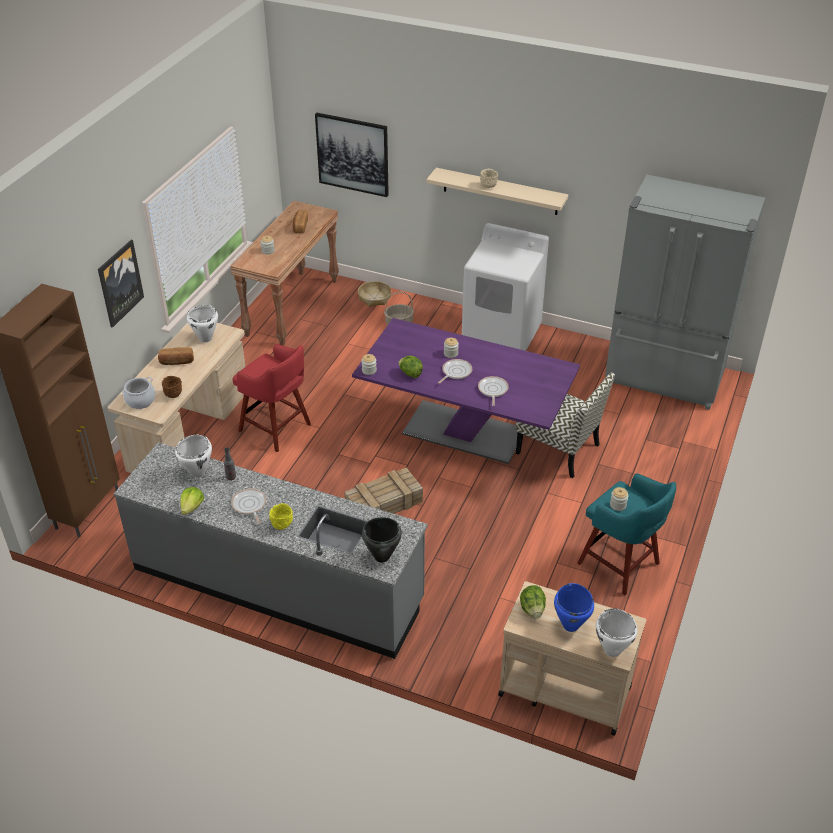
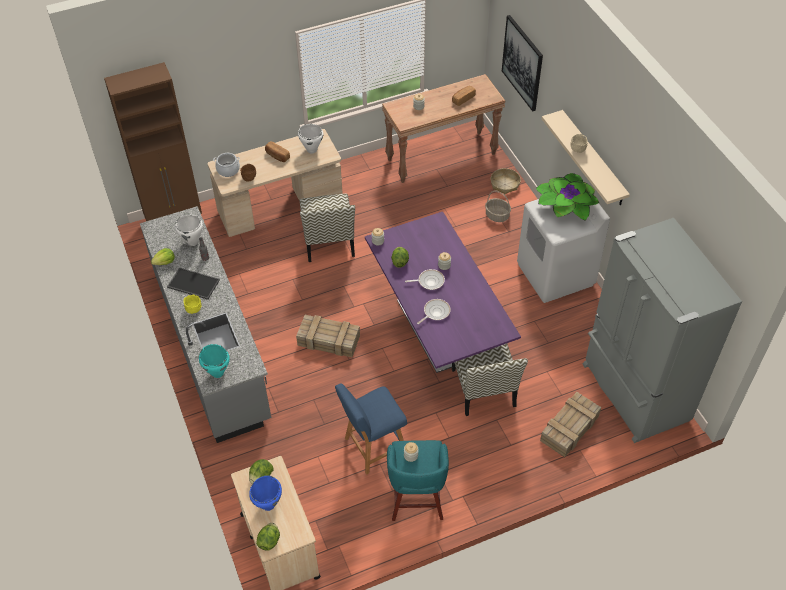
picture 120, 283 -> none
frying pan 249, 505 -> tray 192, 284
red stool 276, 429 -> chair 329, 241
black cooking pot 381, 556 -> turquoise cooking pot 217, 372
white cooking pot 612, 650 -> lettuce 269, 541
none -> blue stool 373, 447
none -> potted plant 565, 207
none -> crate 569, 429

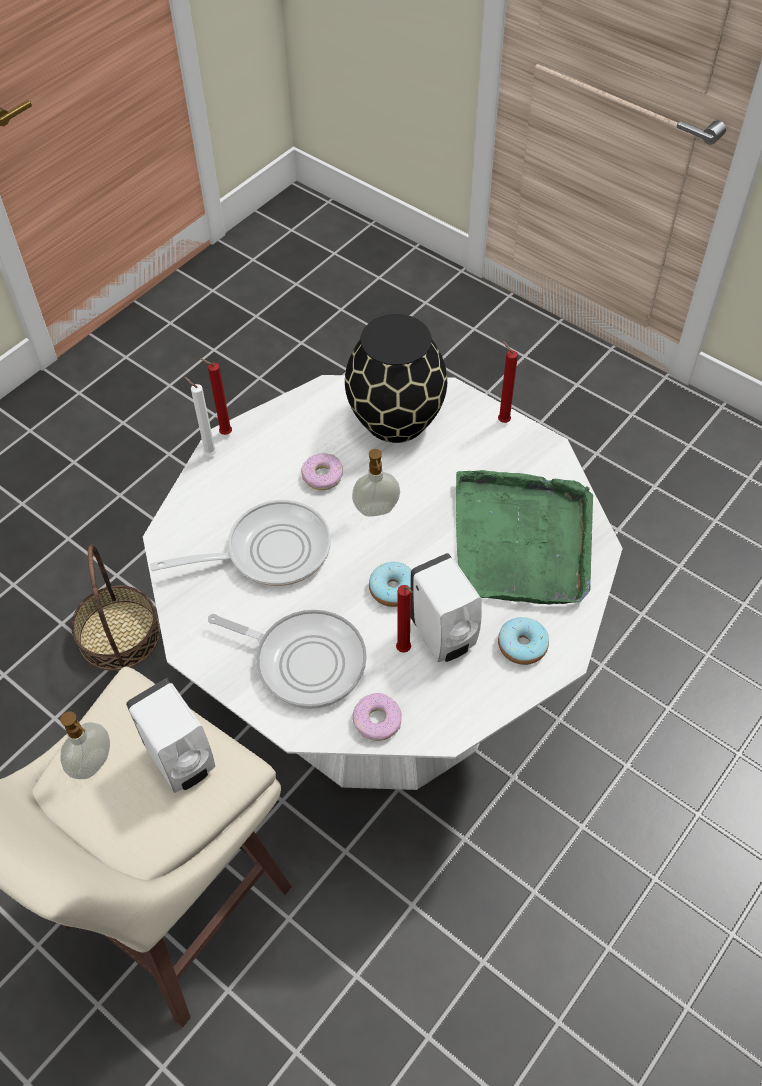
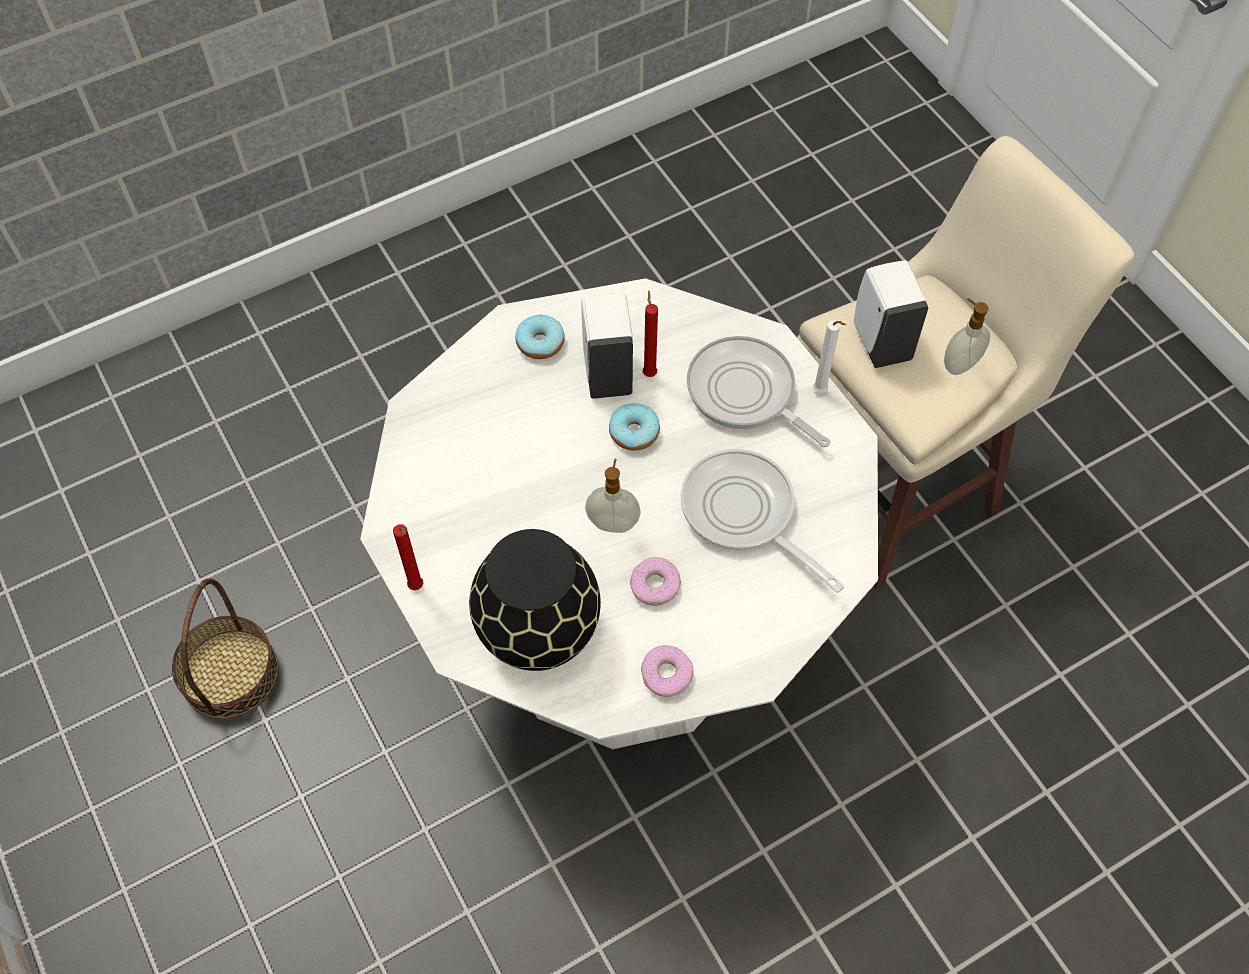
basket 119, 635 -> basket 230, 673, relocated
frying pan 269, 551 -> frying pan 744, 514, 45 degrees clockwise
white candle 208, 453 -> white candle 821, 392, relocated
red candle 224, 433 -> none
donut 377, 721 -> donut 667, 674, relocated
green tray 522, 541 -> none

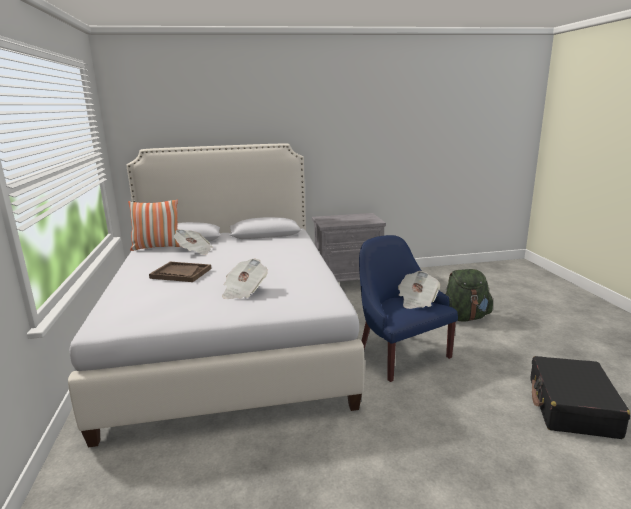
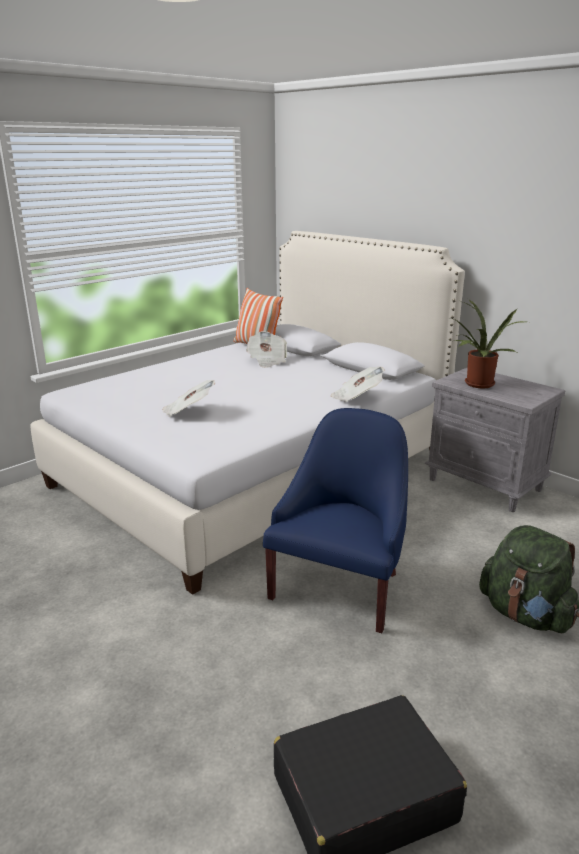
brown tray 181, 273 -> none
newspaper 417, 301 -> newspaper 356, 397, relocated
none -> potted plant 477, 385

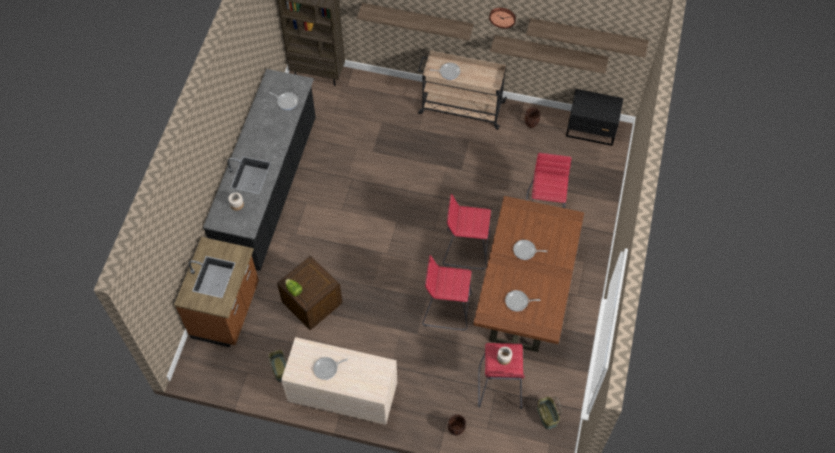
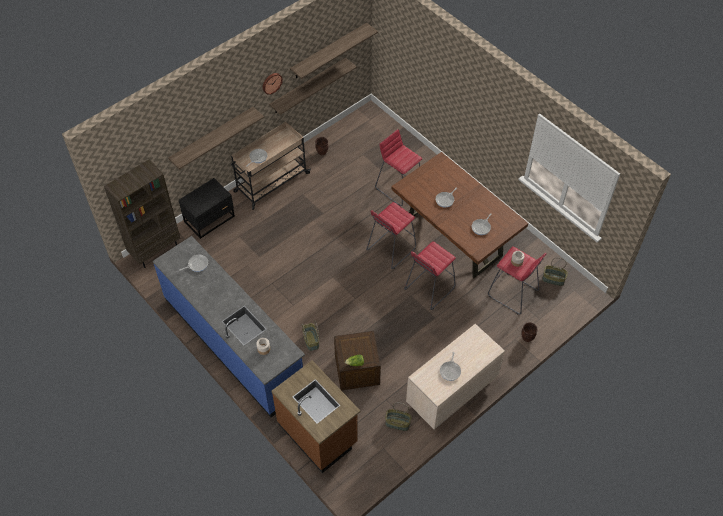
black counter 270, 191 -> blue counter 234, 343
black nightstand 592, 130 -> black nightstand 210, 219, relocated
none -> basket 310, 340

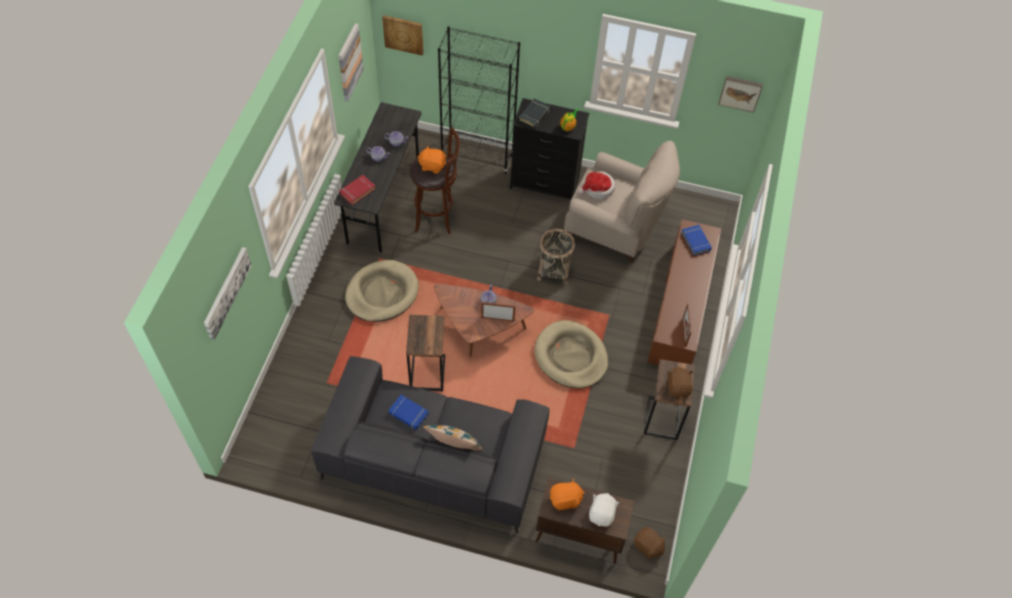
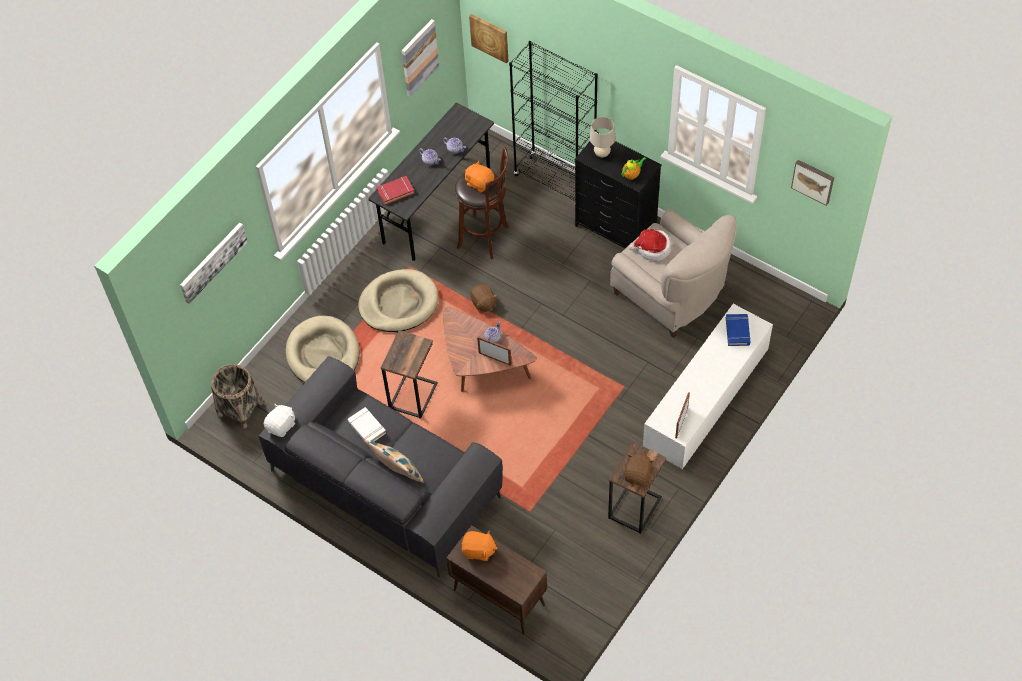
blue book 408, 413 -> white book 366, 428
black book 534, 115 -> beige table lamp 602, 154
beige dog bed 571, 357 -> beige dog bed 323, 354, relocated
basket 554, 270 -> basket 240, 409, relocated
white plush toy 602, 514 -> white plush toy 281, 426, relocated
brown plush toy 648, 546 -> brown plush toy 483, 304, relocated
brown tv stand 681, 307 -> white tv stand 706, 399

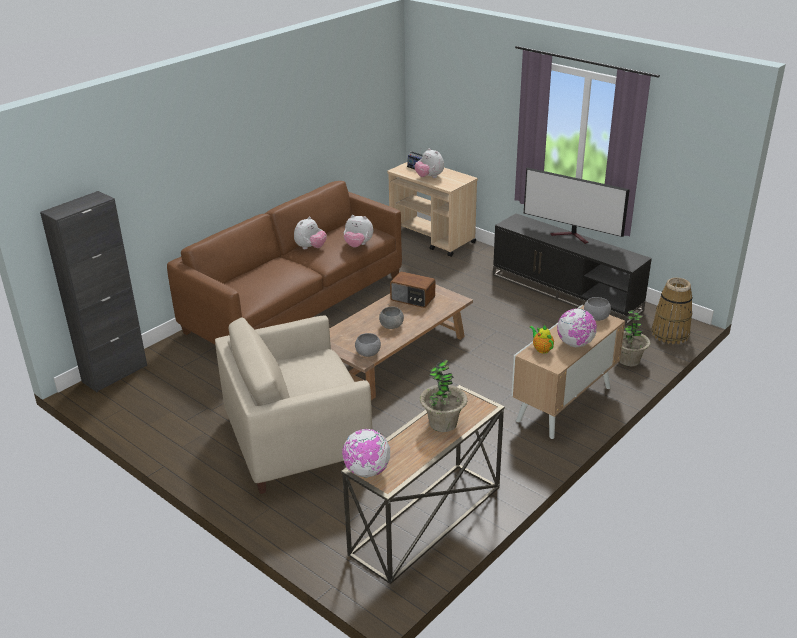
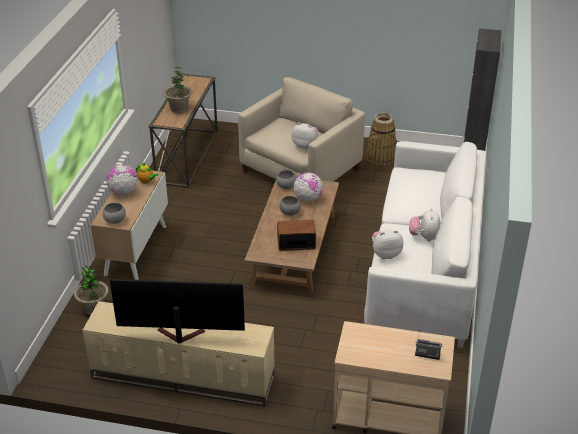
brown sofa 296, 304 -> white sofa 424, 268
globe 367, 471 -> globe 307, 199, relocated
plush toy 429, 177 -> plush toy 305, 145, relocated
black tv stand 567, 292 -> beige tv stand 181, 377
basket 670, 334 -> basket 381, 157, relocated

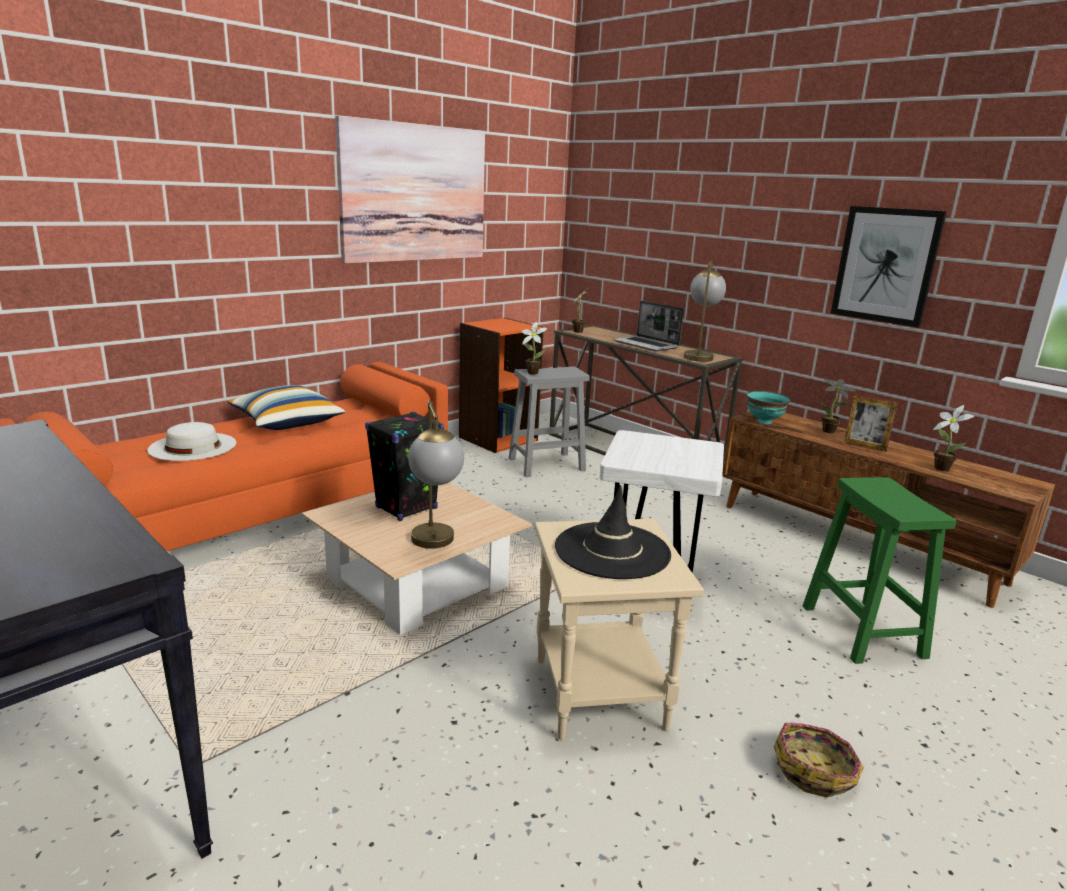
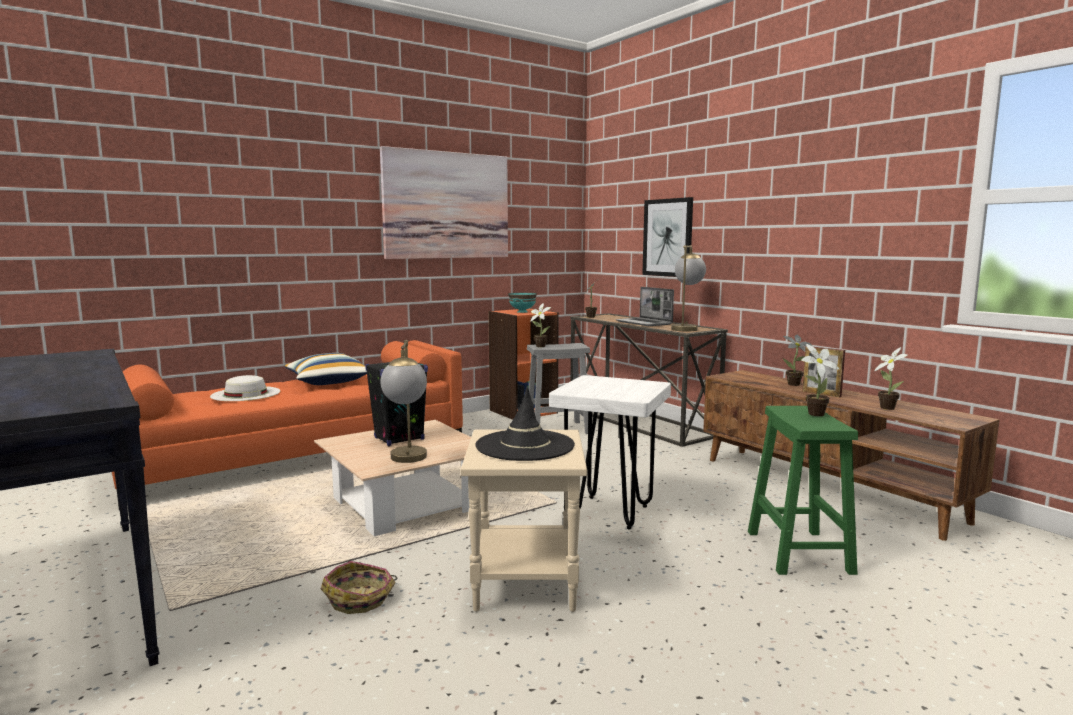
turquoise bowl 763, 421 -> turquoise bowl 522, 312, relocated
basket 815, 770 -> basket 361, 599, relocated
picture 886, 265 -> picture 668, 237, relocated
none -> potted plant 813, 414

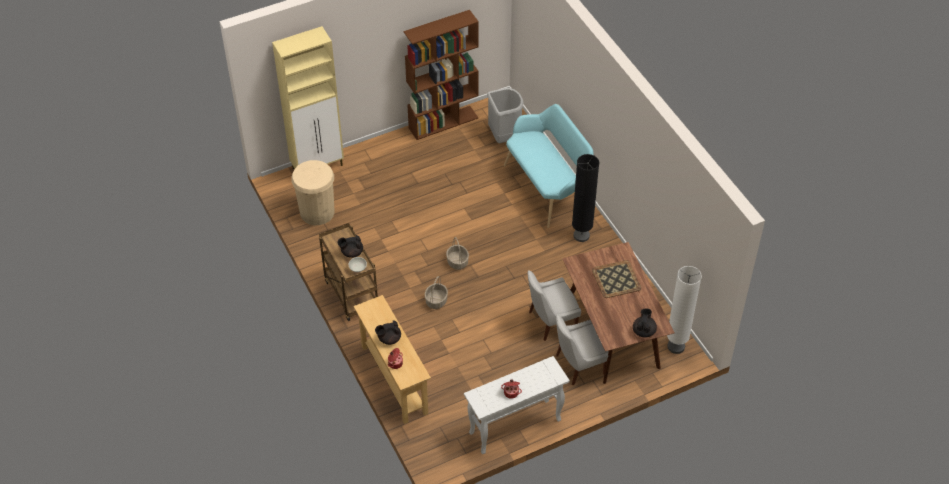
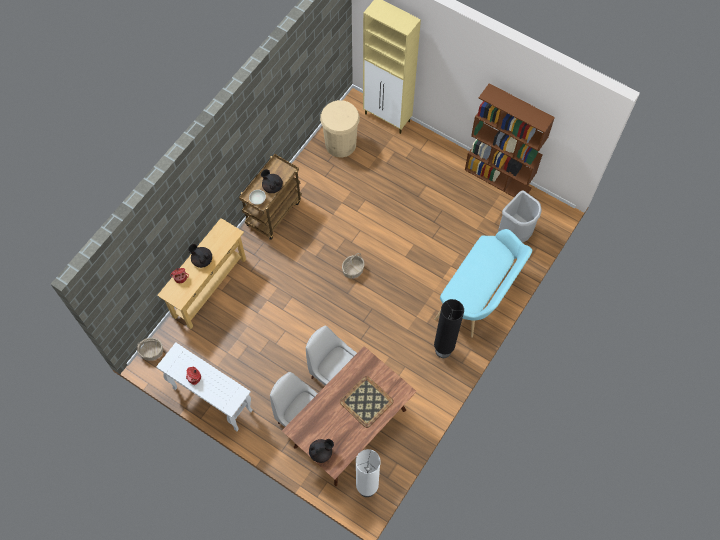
basket 436, 301 -> basket 152, 351, relocated

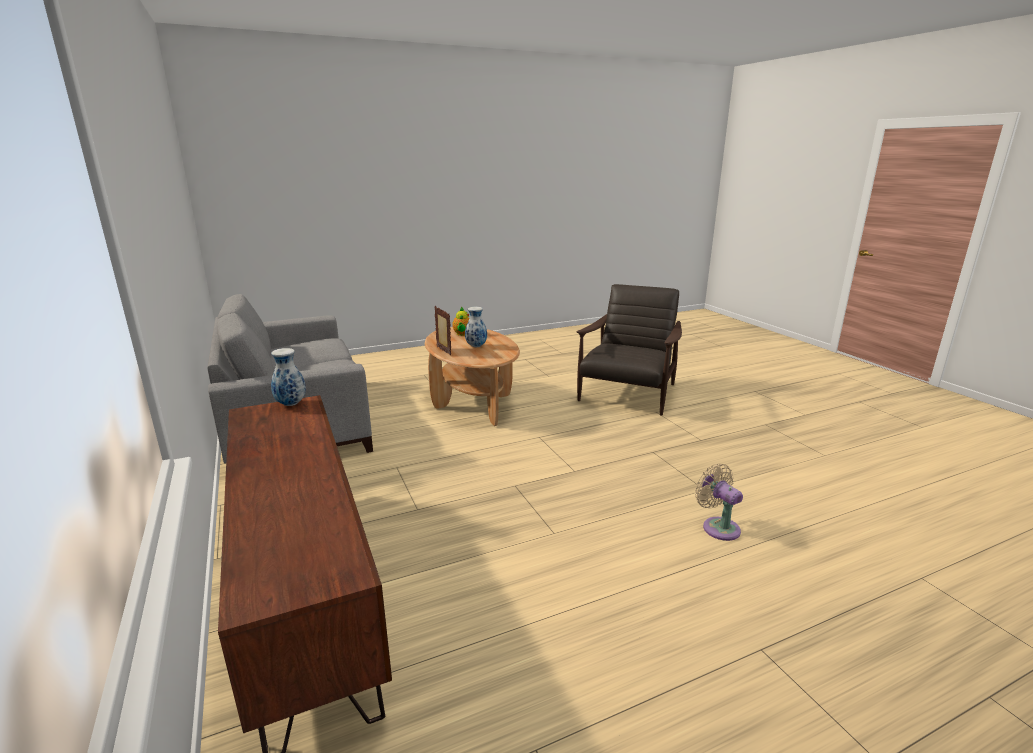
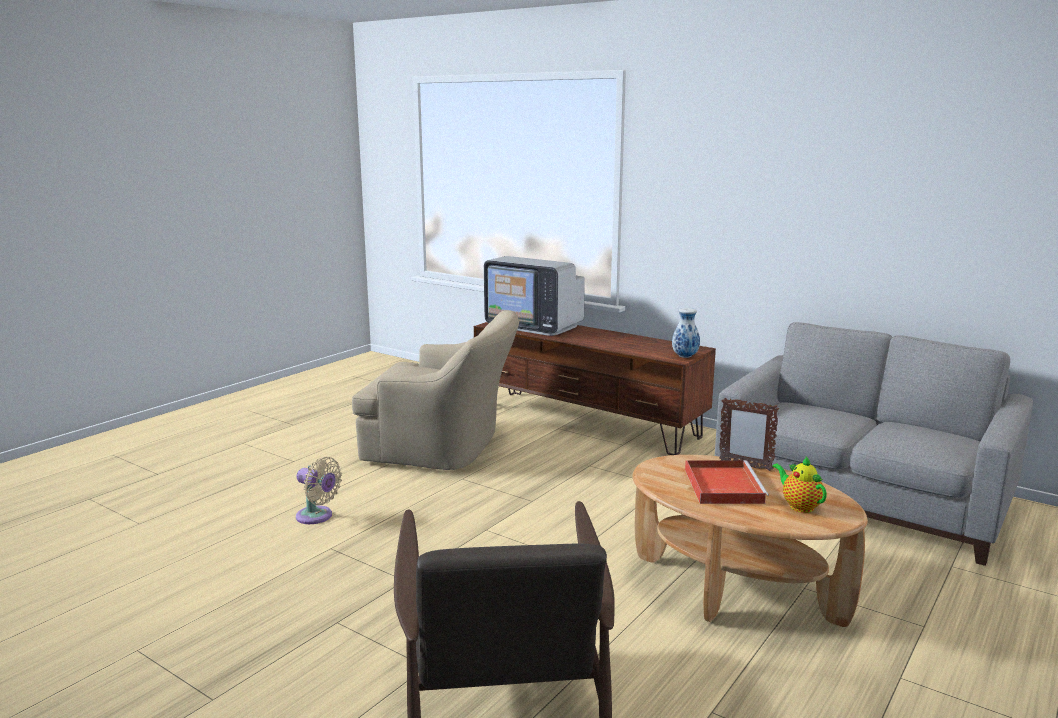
vase 476, 346 -> red tray 722, 485
none -> beige armchair 444, 447
none -> television 534, 326

